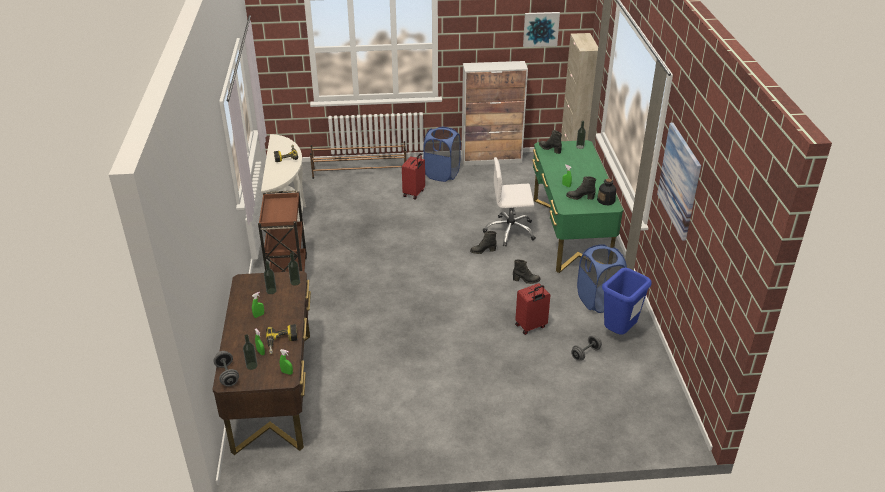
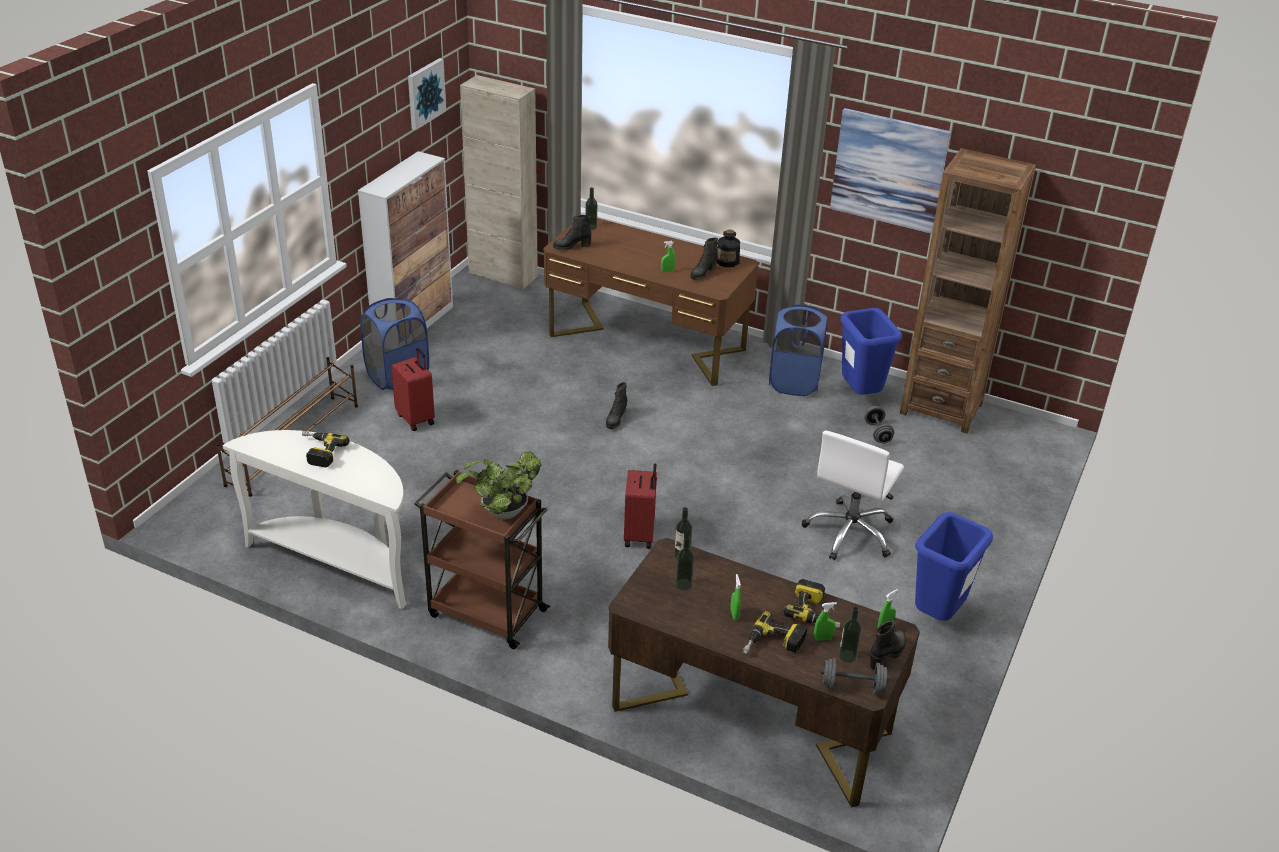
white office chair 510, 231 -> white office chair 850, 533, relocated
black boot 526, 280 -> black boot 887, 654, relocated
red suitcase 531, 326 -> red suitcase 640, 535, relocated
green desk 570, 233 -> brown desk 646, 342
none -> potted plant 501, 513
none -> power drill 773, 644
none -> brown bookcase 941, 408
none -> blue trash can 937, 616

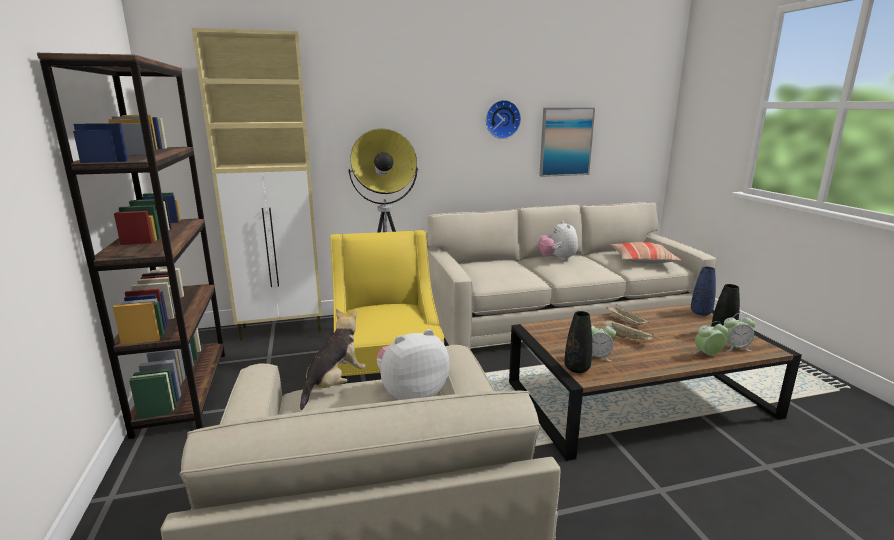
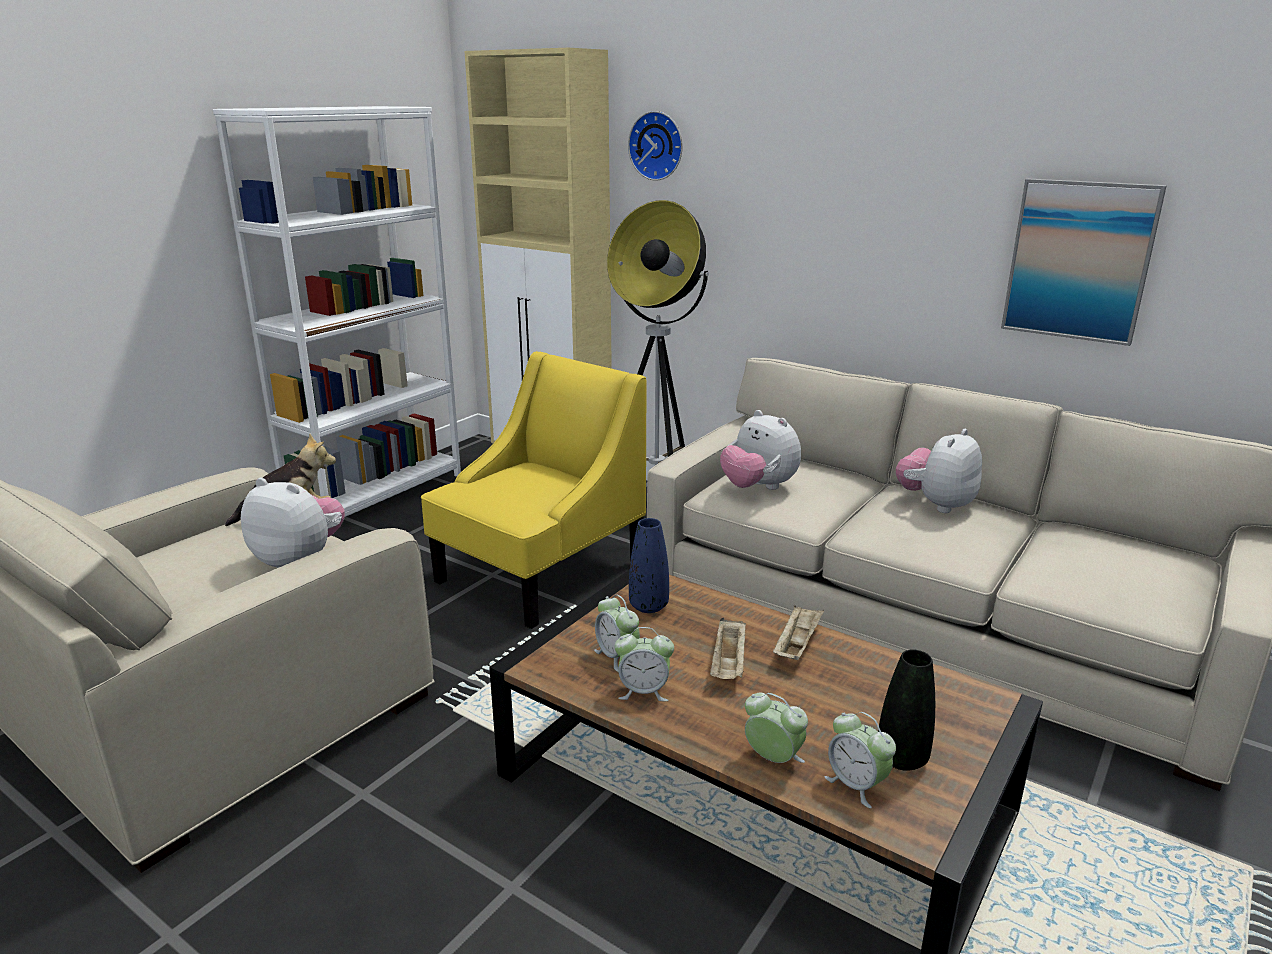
brown bookcase 183, 390 -> white bookcase 377, 494
wall clock 502, 119 -> wall clock 657, 145, relocated
black vase 577, 369 -> none
pillow 642, 260 -> none
blue vase 701, 313 -> blue vase 648, 606, relocated
none -> alarm clock 644, 691
none -> plush toy 758, 487

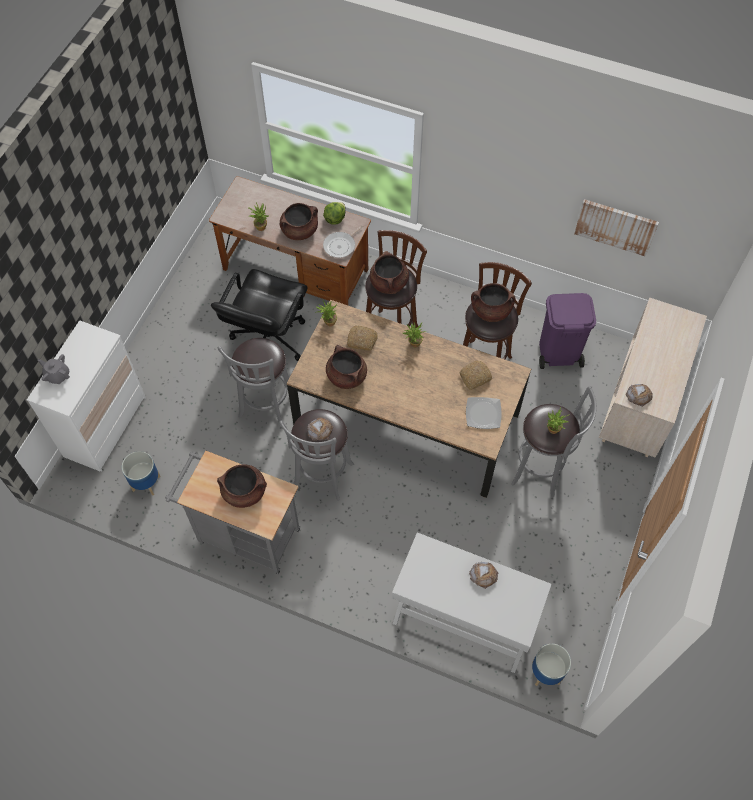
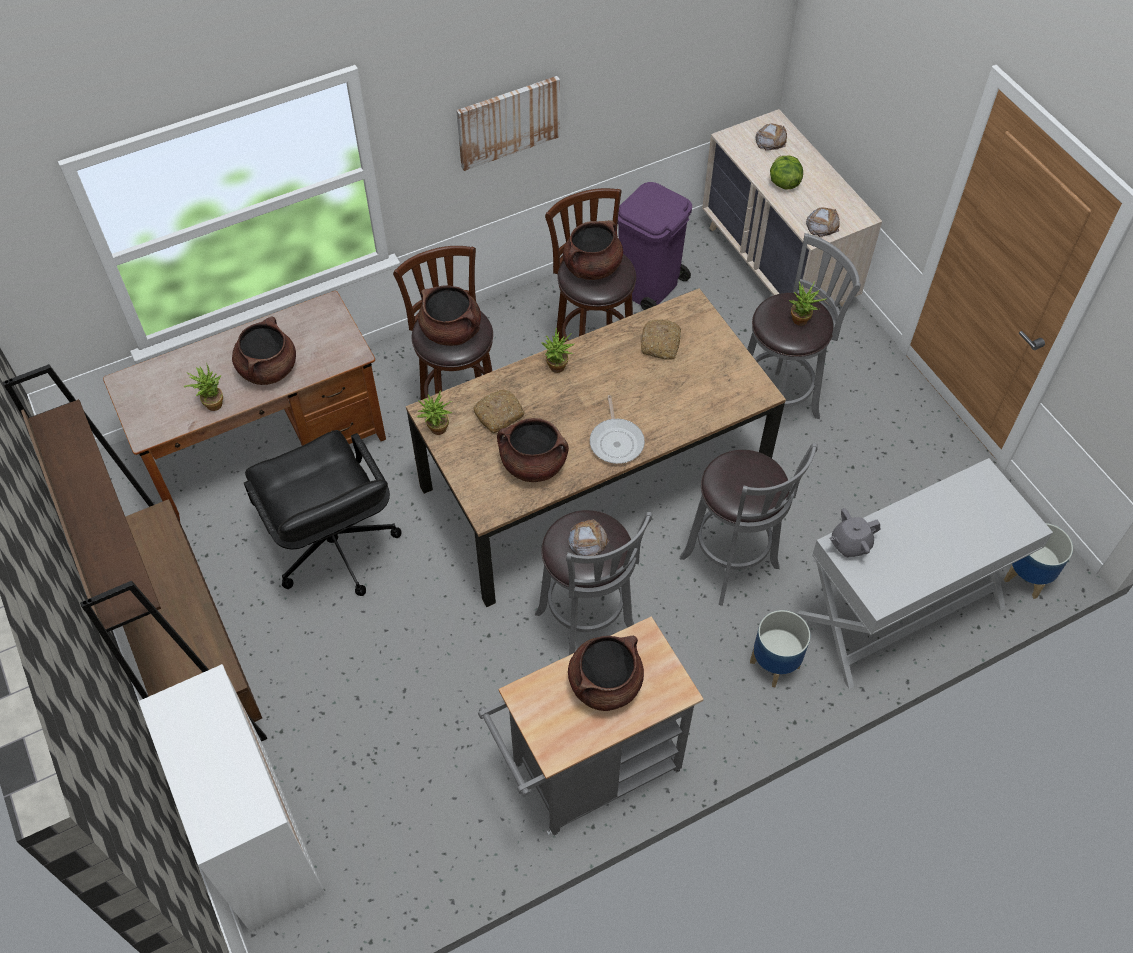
grey teapot 57, 375 -> grey teapot 850, 544, relocated
planter 146, 483 -> planter 773, 664, relocated
grey stool 266, 408 -> grey stool 733, 566, relocated
lettuce 334, 219 -> lettuce 783, 183, relocated
frying pan 341, 246 -> frying pan 616, 441, relocated
plate 483, 413 -> none
bread 483, 575 -> bread 771, 140, relocated
picture 615, 226 -> picture 508, 122, relocated
none -> brown bookcase 190, 655

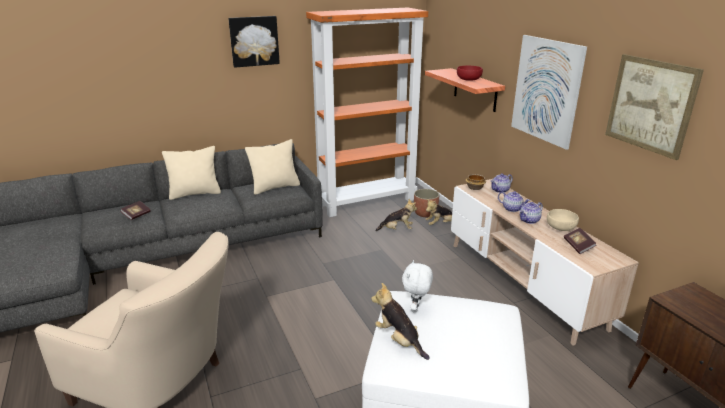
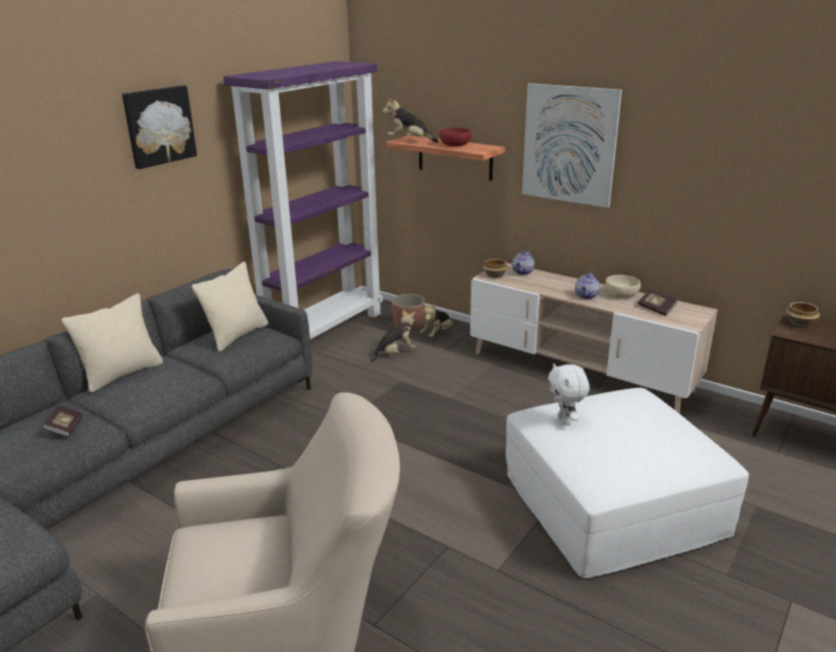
orange bookcase 367, 201 -> purple bookcase 324, 330
plush toy 399, 340 -> plush toy 409, 141, relocated
teapot 512, 209 -> none
picture 650, 105 -> none
none -> bowl 800, 323

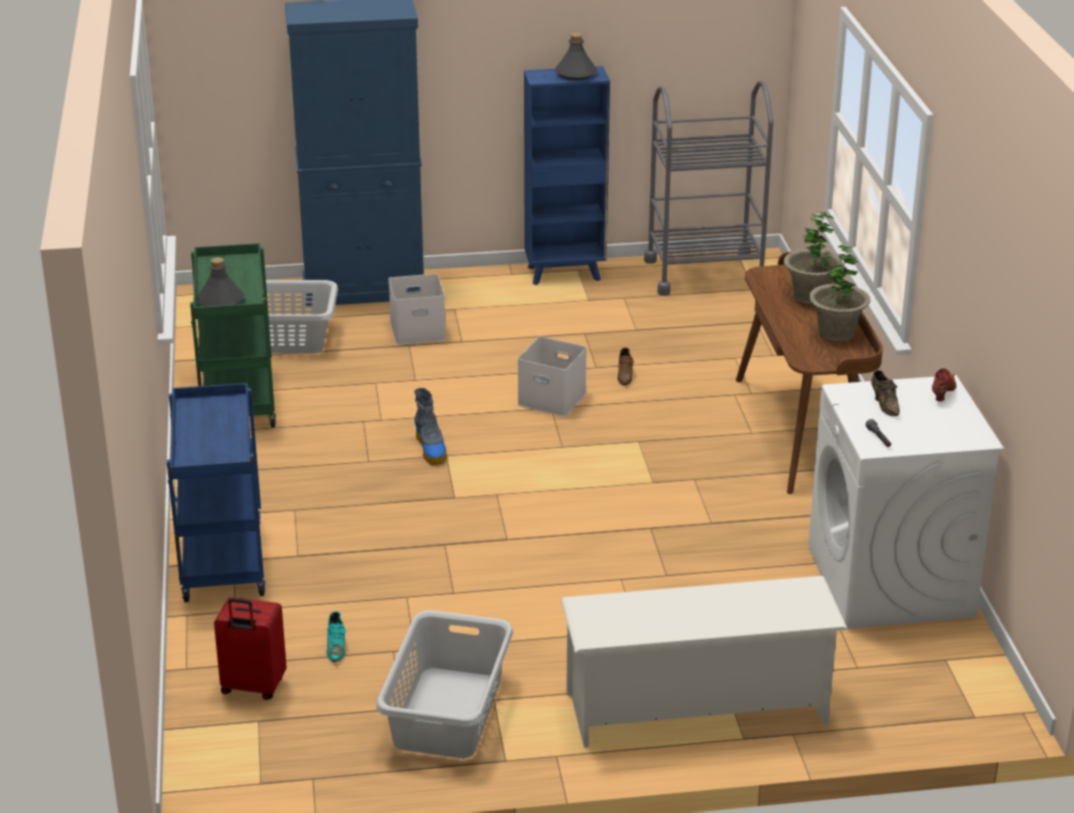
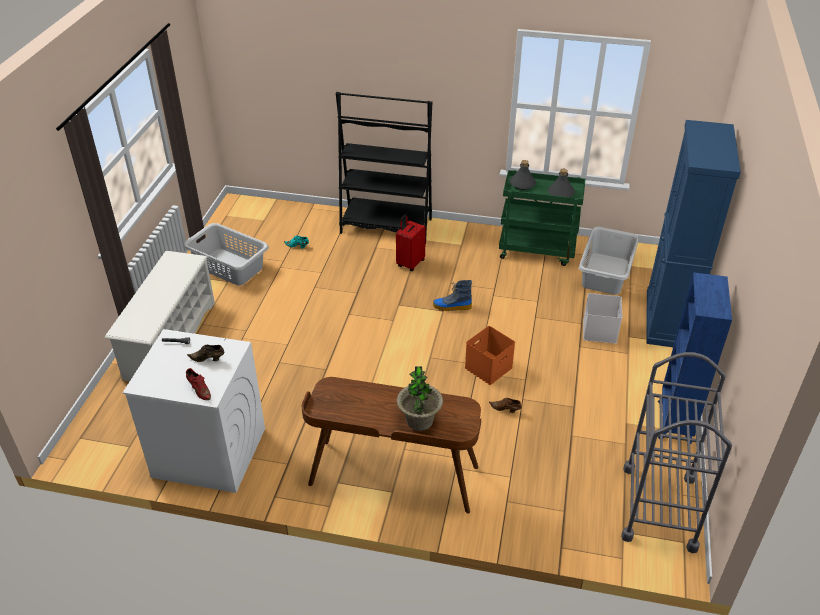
blue cart 221, 559 -> black bookcase 386, 226
red suitcase 252, 687 -> red suitcase 410, 263, relocated
white storage box 553, 399 -> orange storage box 488, 368
grey bottle 575, 74 -> grey bottle 561, 193, relocated
potted plant 836, 333 -> none

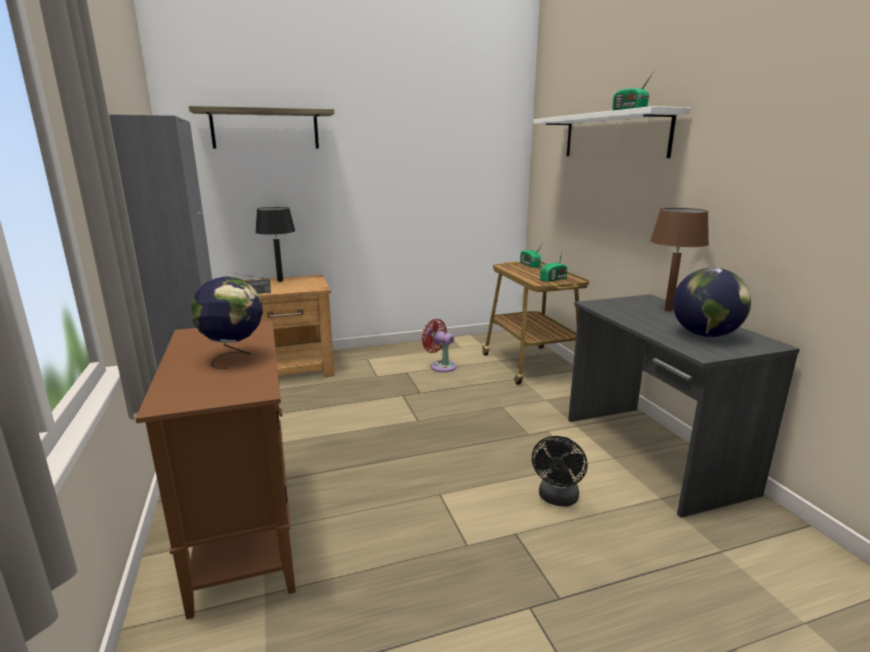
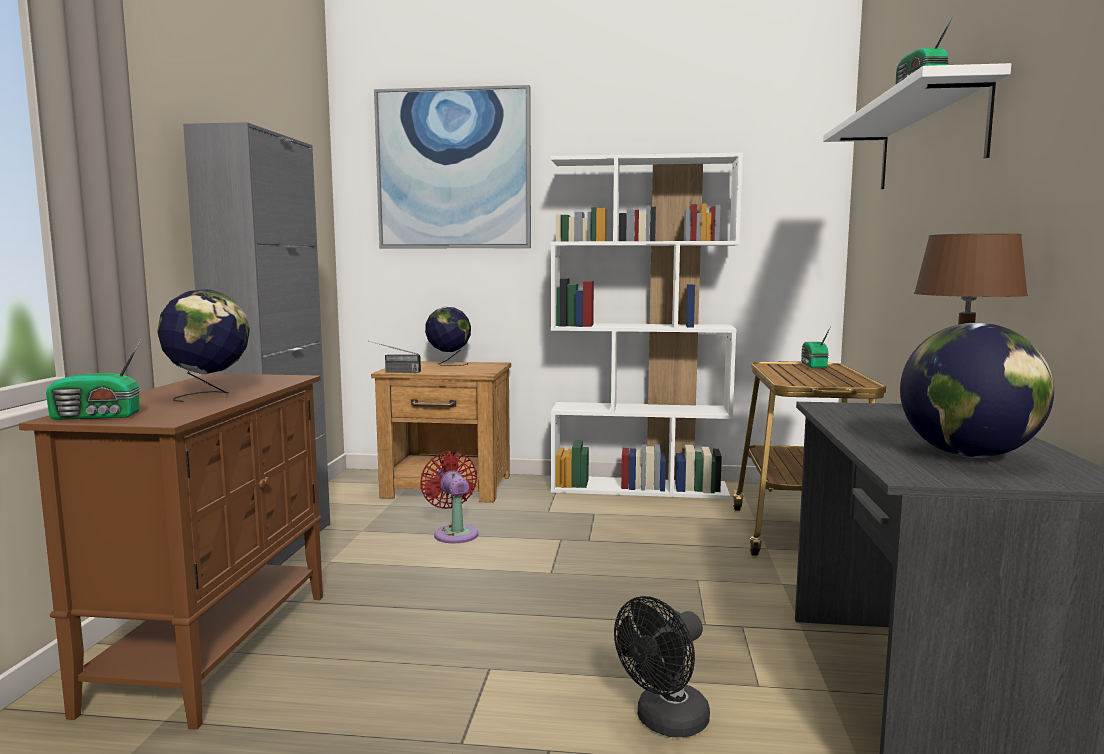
shelf 265, 129 -> picture 453, 169
black table lamp 280, 281 -> globe 448, 364
red fan 441, 366 -> red fan 454, 533, relocated
radio 554, 279 -> radio 98, 416, relocated
none -> white bookcase 640, 488

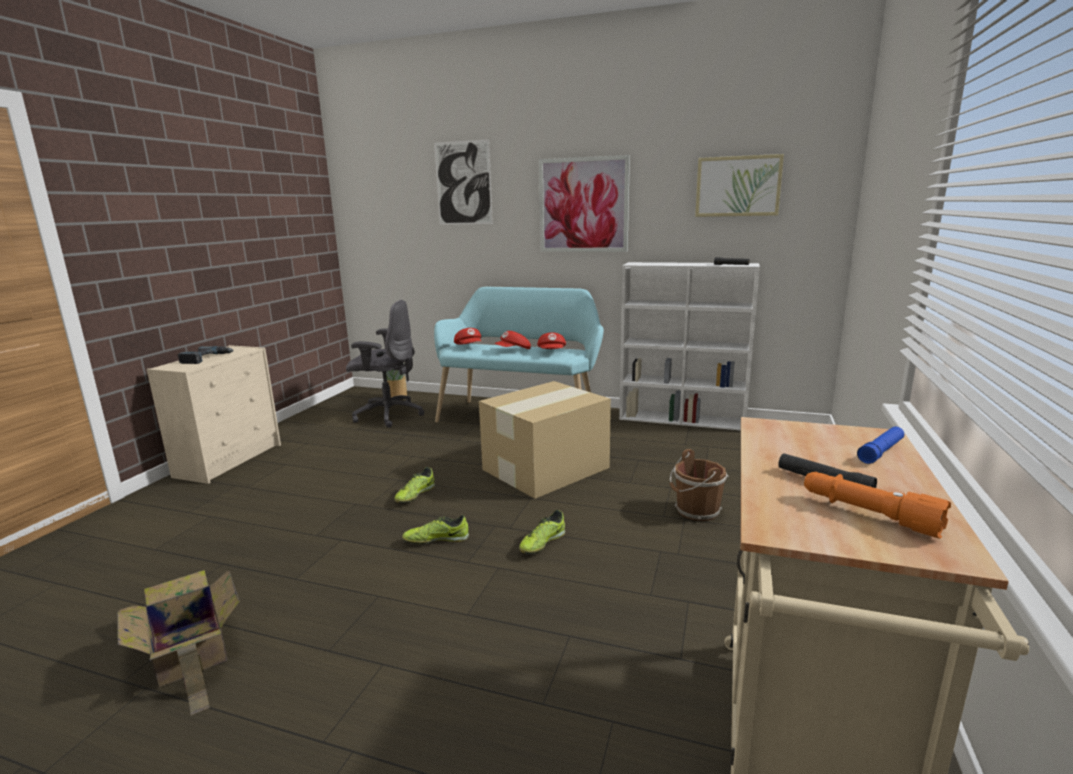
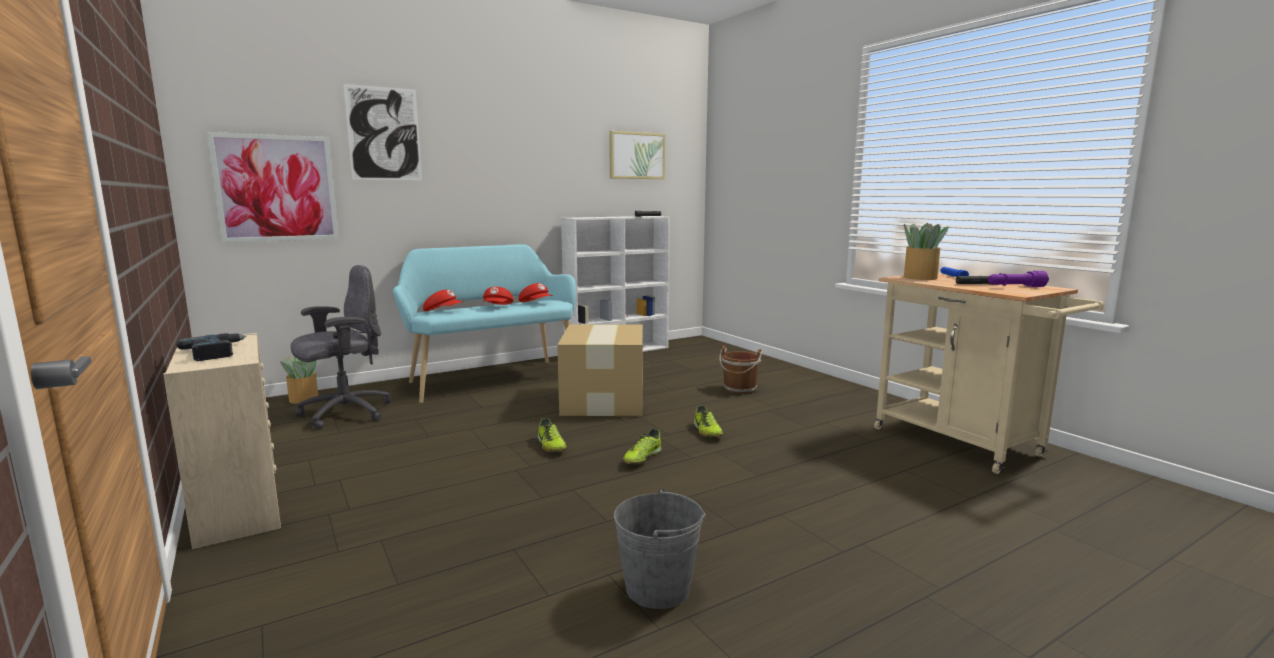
cardboard box 188, 652 -> grey bucket 658, 588
picture 583, 205 -> picture 276, 188, relocated
orange flashlight 868, 514 -> purple flashlight 1015, 287
none -> potted plant 920, 277

